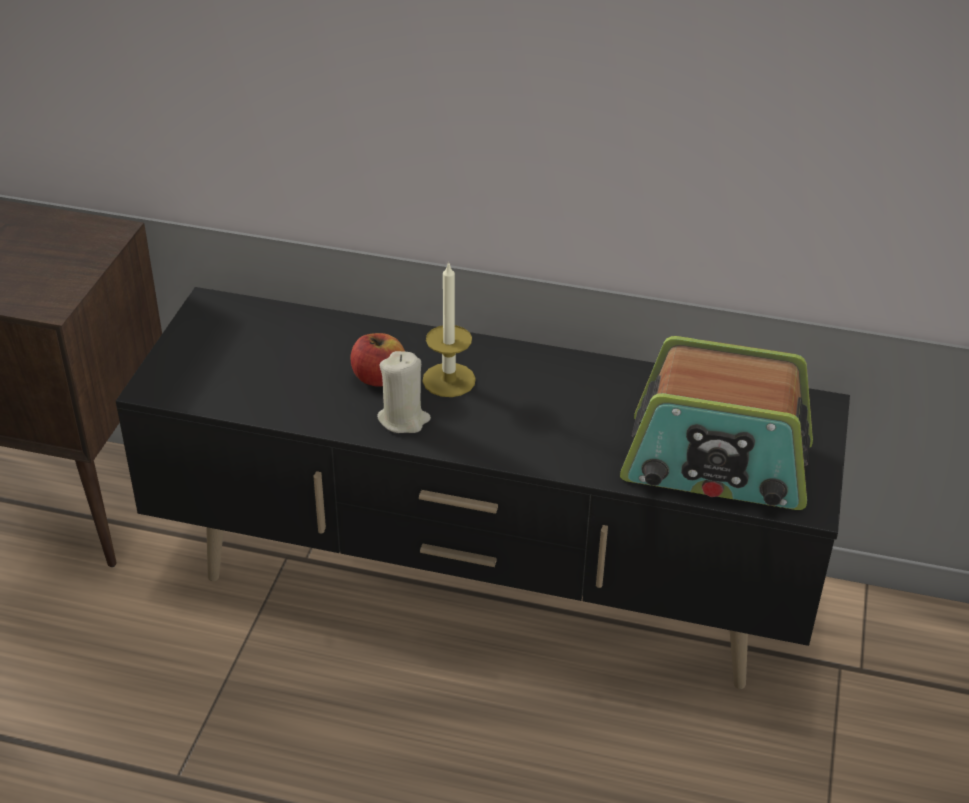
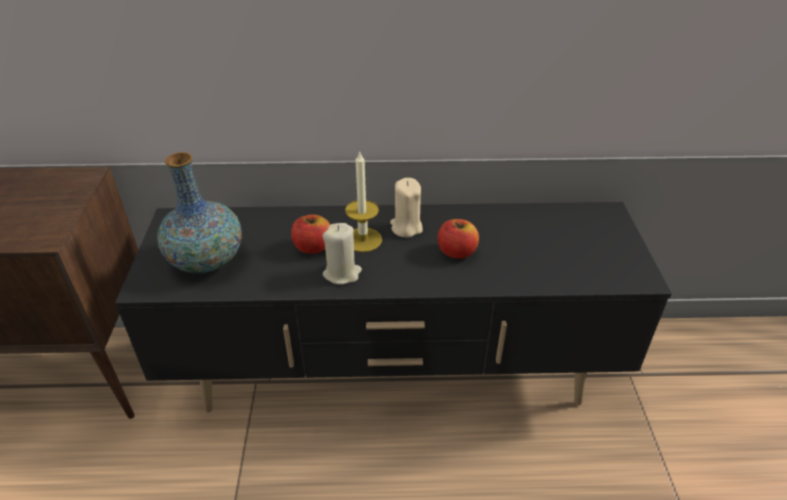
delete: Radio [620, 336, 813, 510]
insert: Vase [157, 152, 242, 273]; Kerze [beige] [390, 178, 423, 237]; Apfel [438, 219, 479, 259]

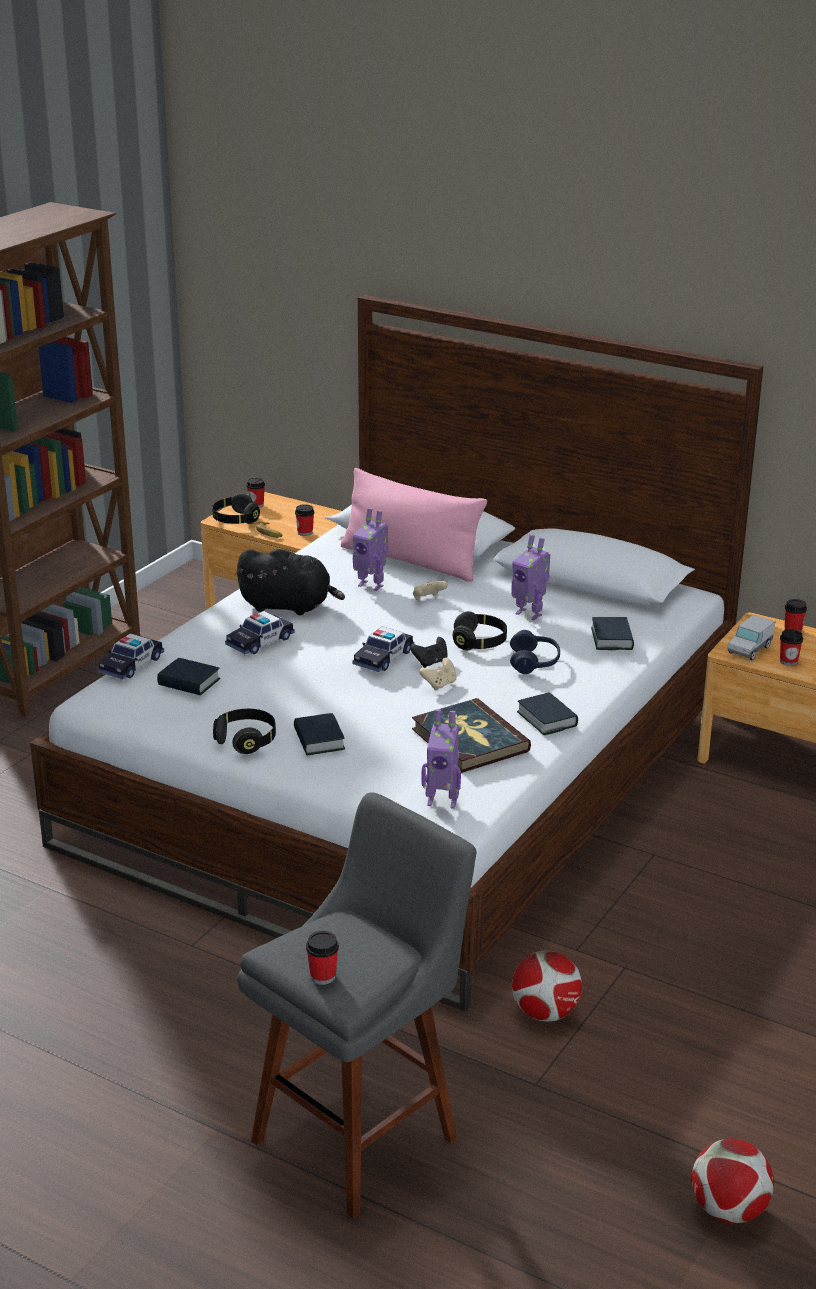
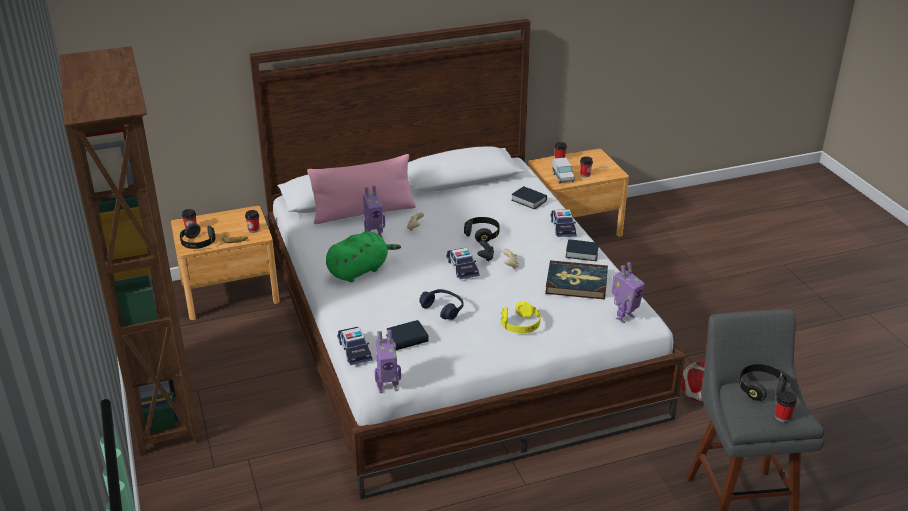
delete: Fußball [691, 1139, 774, 1223]
move: Spielzeugroboter [511, 534, 550, 620] to [375, 330, 401, 393]; Kopfhörer [blau] [510, 630, 560, 674] to [419, 289, 464, 320]; Spielzeugauto [225, 611, 295, 654] to [550, 209, 577, 237]; Kopfhörer [schwarz] [213, 709, 276, 754] to [739, 364, 787, 401]
replace: Buch [294, 713, 345, 755] to Kopfhörer [gelb] [501, 301, 541, 333]
recolor: Plüschtier [schwarz] [235, 549, 345, 615] to Plüschtier [grün] [326, 231, 401, 282]

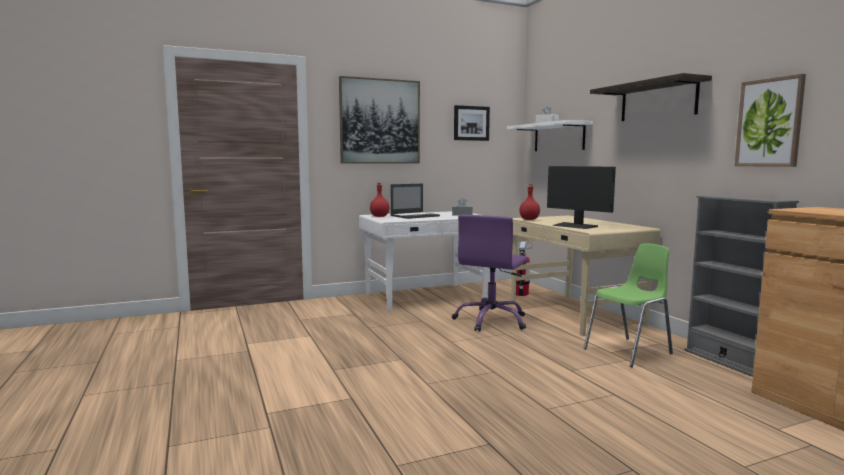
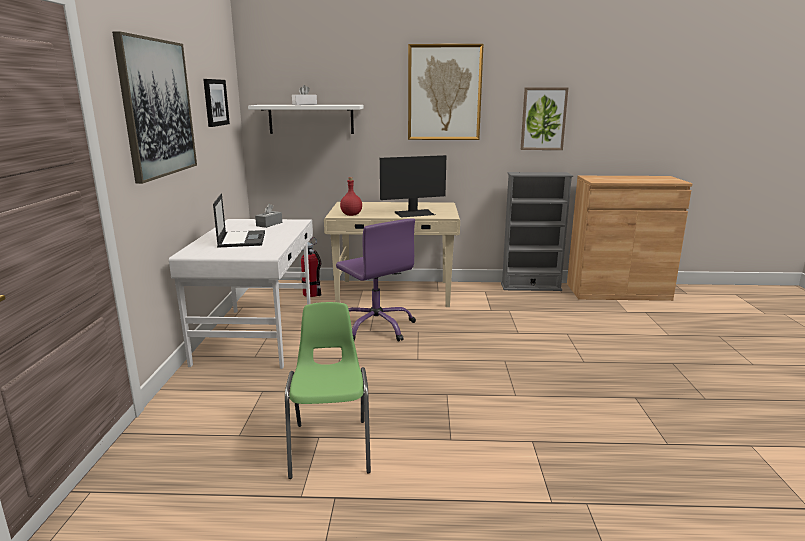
delete: Flasche [rot] [370, 183, 389, 217]
move: Stuhl [grün] [584, 243, 673, 367] to [285, 302, 371, 479]
replace: Wandregal [590, 73, 712, 121] to Bild [408, 44, 484, 140]

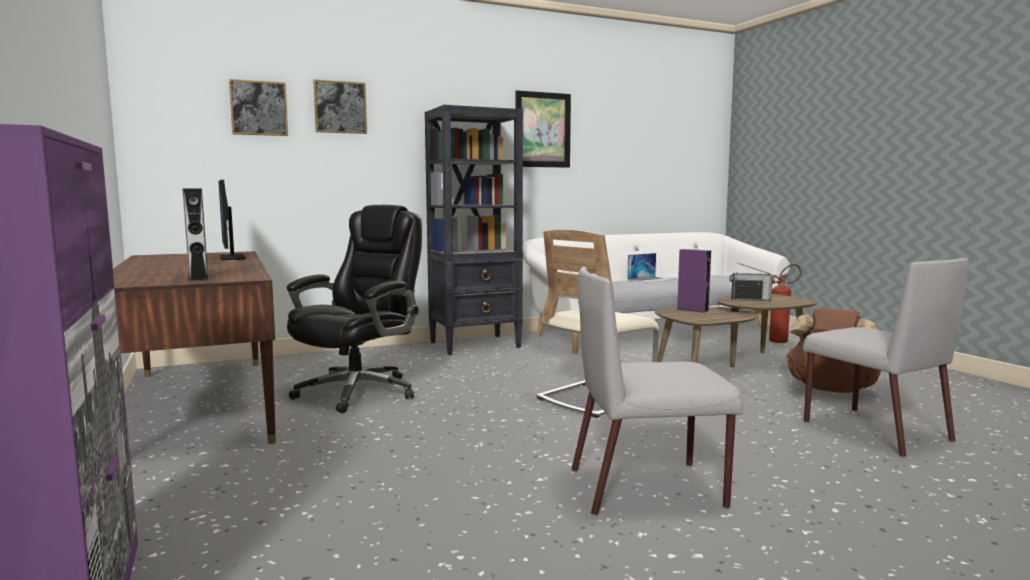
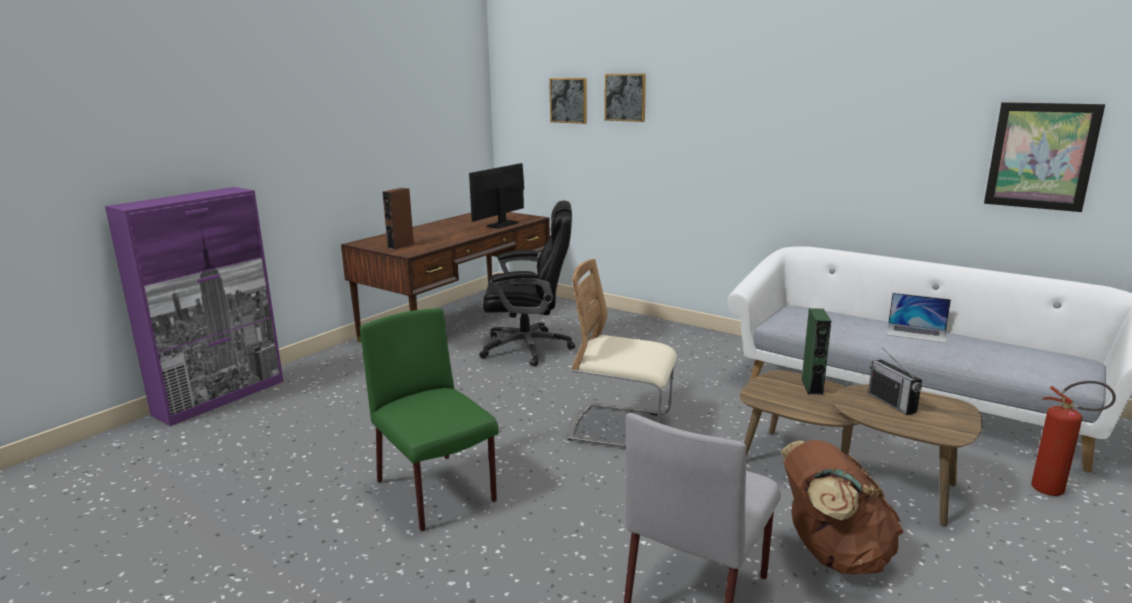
delete: Bücherregal [schwarz] [425, 105, 523, 355]
move: Bild [516, 90, 571, 168] to [984, 102, 1105, 212]
recolor: Stuhl [grau] [572, 267, 743, 515] to Stuhl [grün] [360, 308, 499, 531]; Lautsprecher [grau] [182, 189, 209, 281] to Lautsprecher [braun] [382, 188, 414, 249]; Lautsprecher [lila] [677, 249, 711, 313] to Lautsprecher [grün] [802, 308, 831, 395]

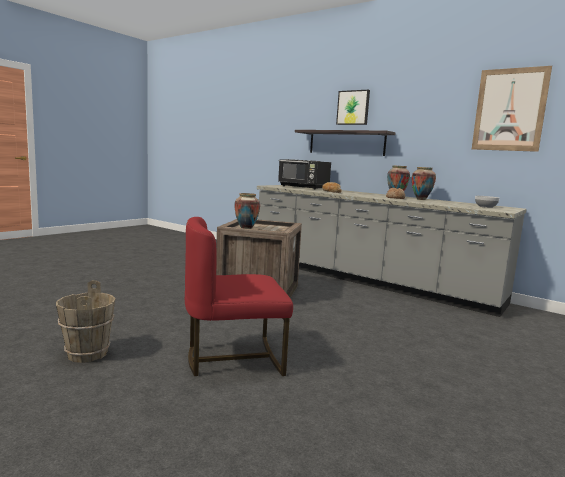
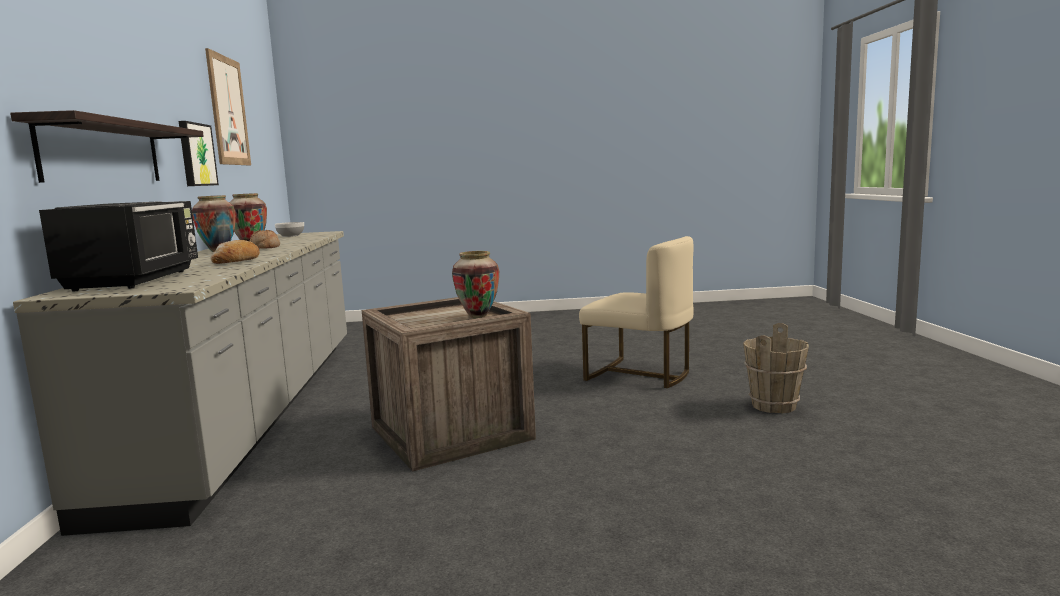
move: Bild [336, 90, 370, 125] to [179, 121, 219, 186]
recolor: Stuhl [rot] [185, 217, 293, 376] to Stuhl [beige] [579, 236, 694, 388]

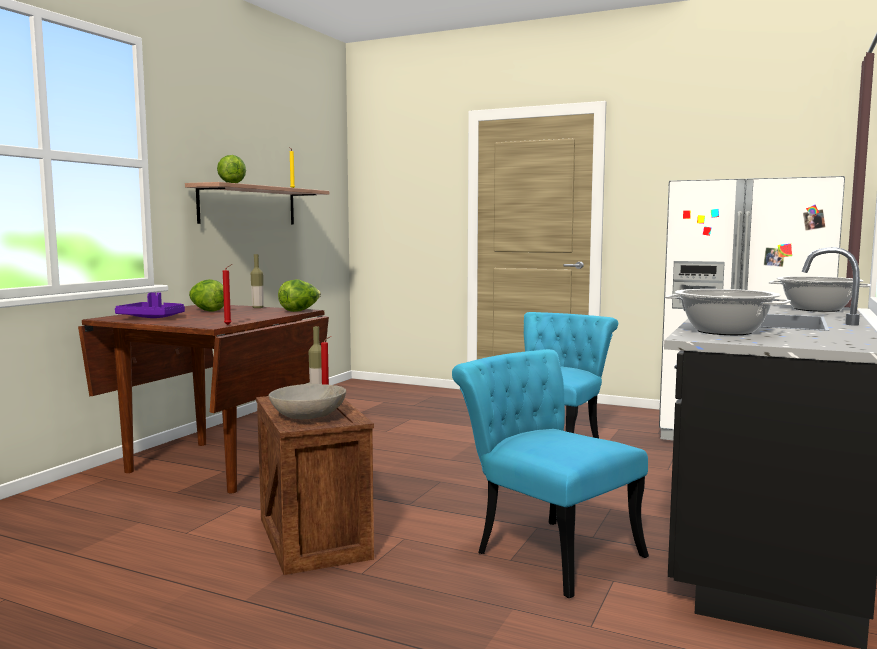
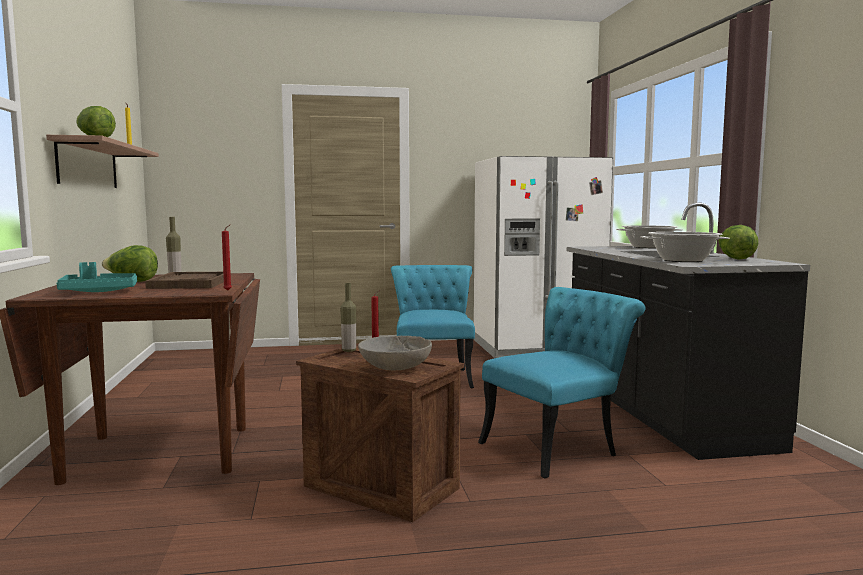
insert: Tablett [braun] [145, 272, 224, 289]
move: Salatkopf [278, 279, 321, 312] to [718, 225, 758, 259]
recolor: Tablett [lila] [115, 292, 185, 318] to Tablett [türkis] [56, 262, 137, 292]
rotate: Stuhl [türkis] [452, 349, 649, 598] = [478, 287, 645, 478] 135 degrees clockwise

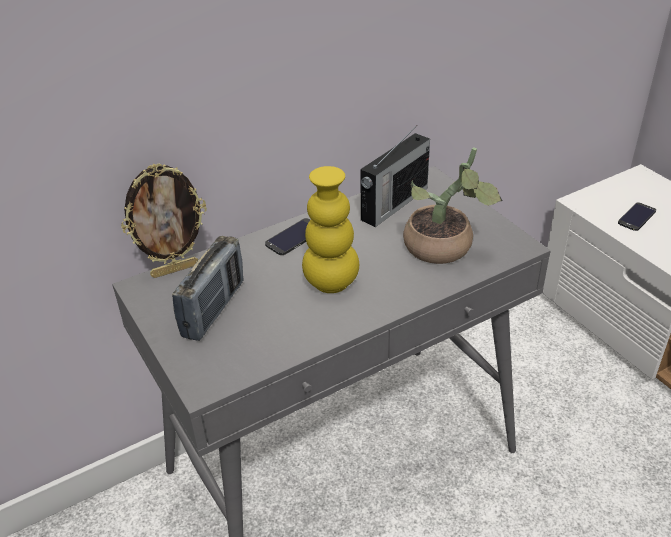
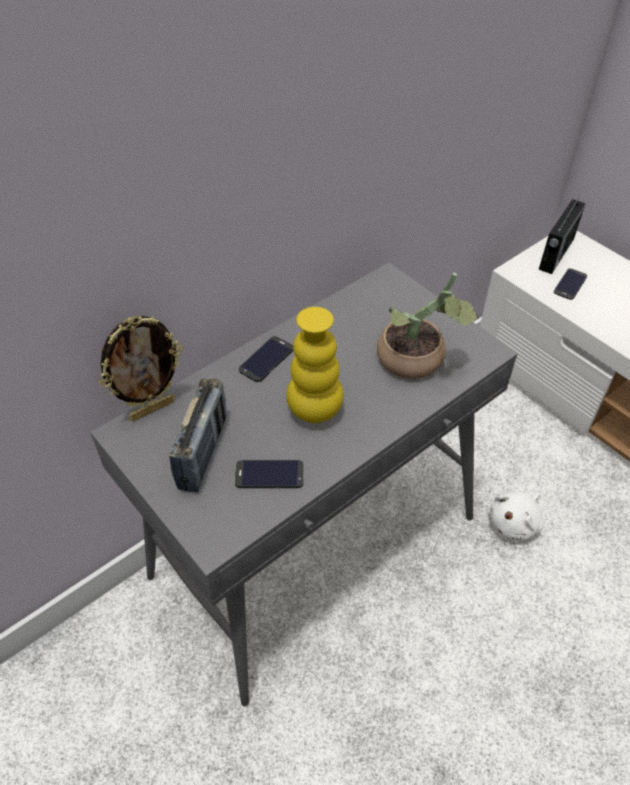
insert: Handy [234, 460, 304, 488]; Plüschtier [weiß] [489, 492, 544, 540]
move: Radio [360, 125, 430, 227] to [539, 195, 586, 274]

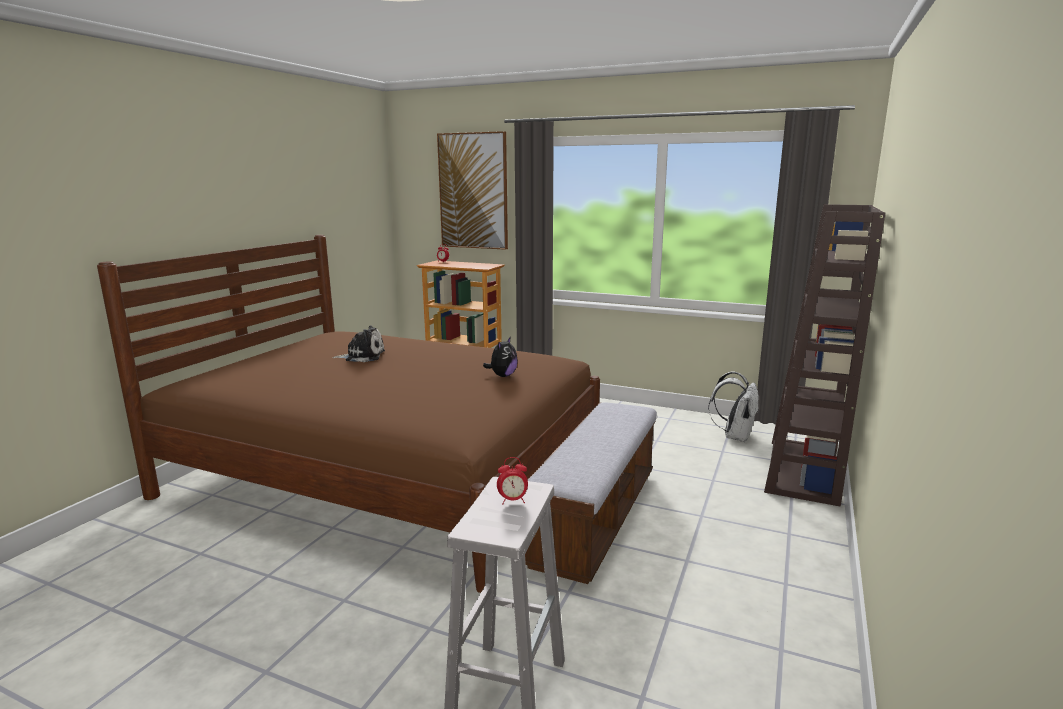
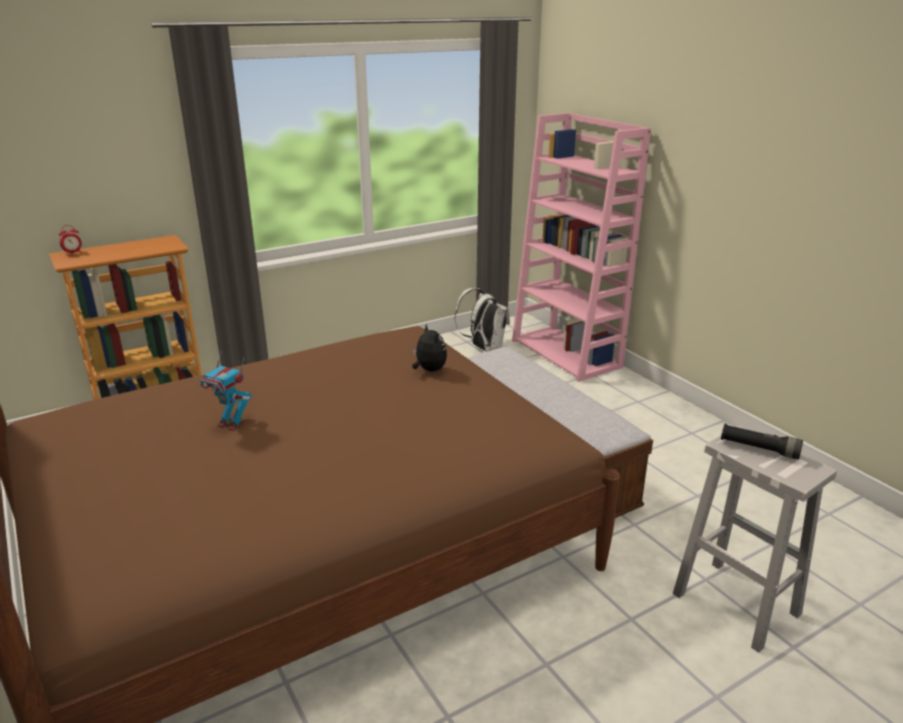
delete: Bild [437, 131, 508, 250]
replace: Plüschtier [333, 325, 385, 362] to Spielzeugroboter [201, 351, 251, 431]; Wecker [497, 457, 528, 504] to Taschenlampe [schwarz] [721, 424, 803, 459]
recolor: Bücherregal [braun] [764, 204, 885, 507] to Bücherregal [rosa] [512, 113, 651, 382]

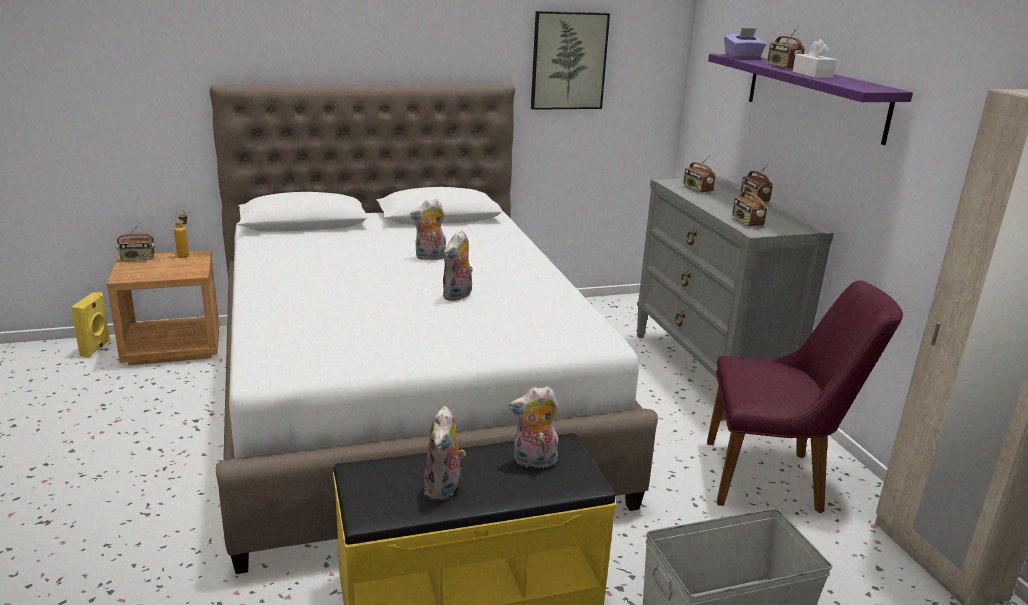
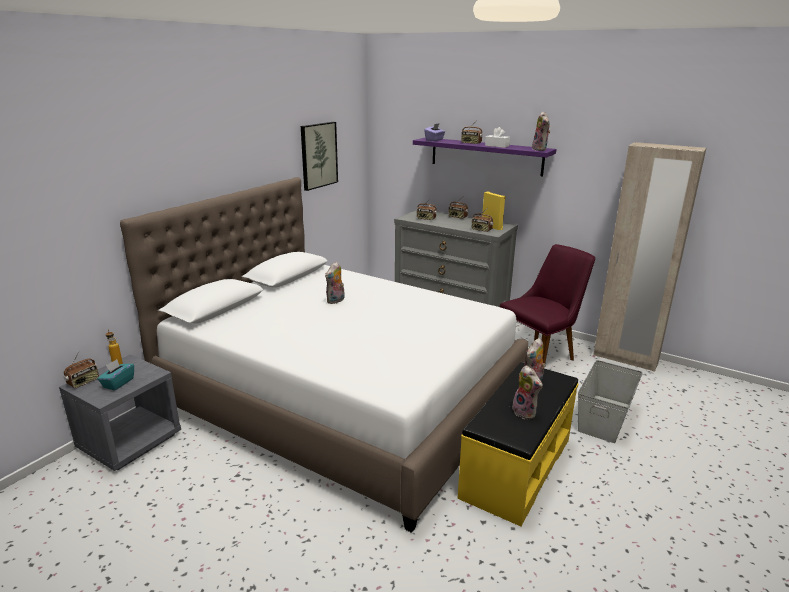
insert: Taschentuchbox [türkis] [97, 359, 134, 391]
move: Lautsprecher [gelb] [71, 292, 111, 358] to [482, 191, 506, 230]; Plüschtier [443, 230, 473, 301] to [532, 111, 550, 151]
recolor: Nachttisch [braun] [107, 250, 219, 365] to Nachttisch [grau] [59, 354, 181, 471]

